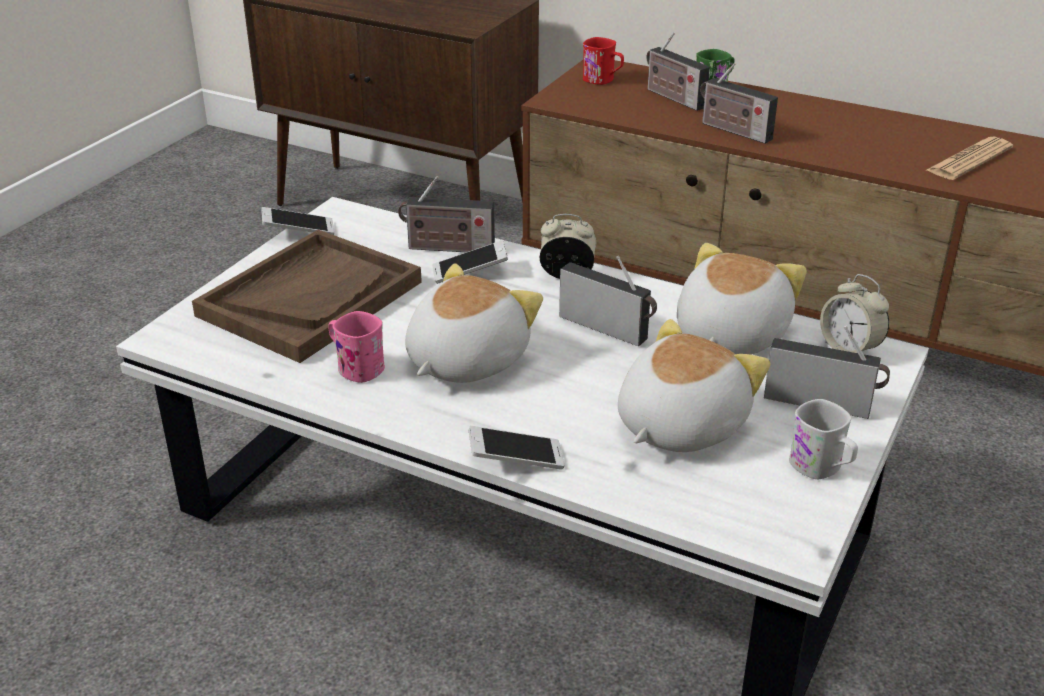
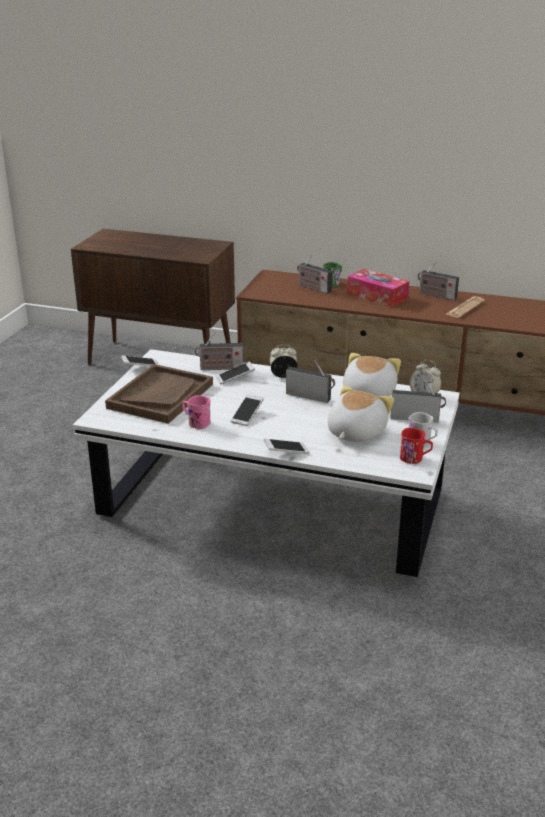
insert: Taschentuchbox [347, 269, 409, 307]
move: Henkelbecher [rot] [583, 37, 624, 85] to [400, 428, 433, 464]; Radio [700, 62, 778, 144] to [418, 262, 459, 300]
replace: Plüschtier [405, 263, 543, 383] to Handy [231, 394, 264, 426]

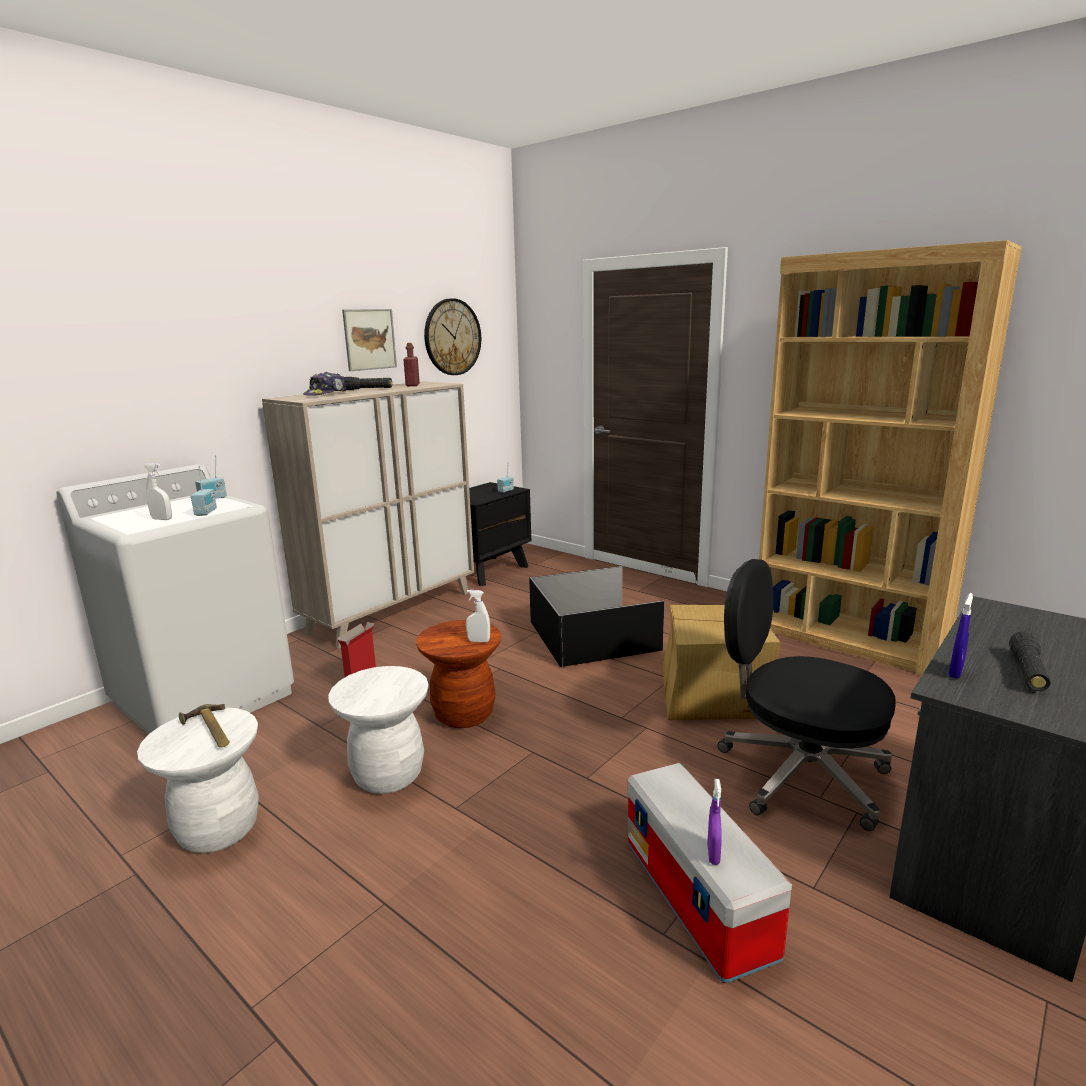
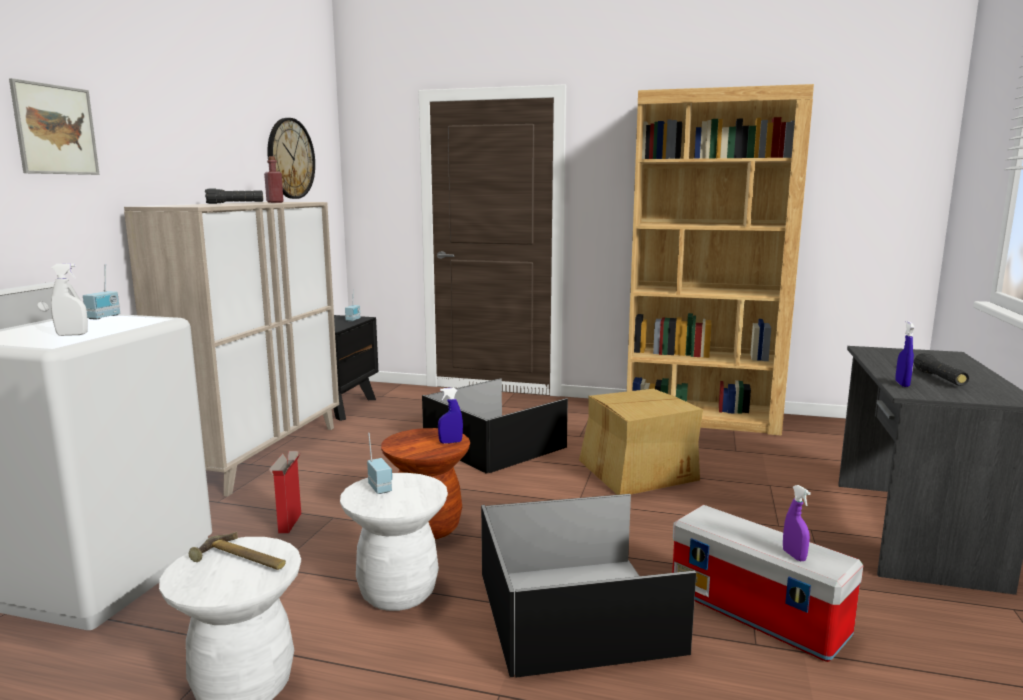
delete: Kappe [303, 372, 346, 396]; Bürostuhl [schwarz] [717, 559, 896, 831]
insert: Aufbewahrungsbox [schwarz] [481, 494, 696, 678]
move: Bild [342, 309, 397, 371] to [9, 78, 100, 175]; Radio [191, 466, 217, 516] to [367, 433, 392, 494]
recolor: Sprühflasche [weiß] [466, 590, 490, 642] to Sprühflasche [blau] [438, 388, 463, 444]

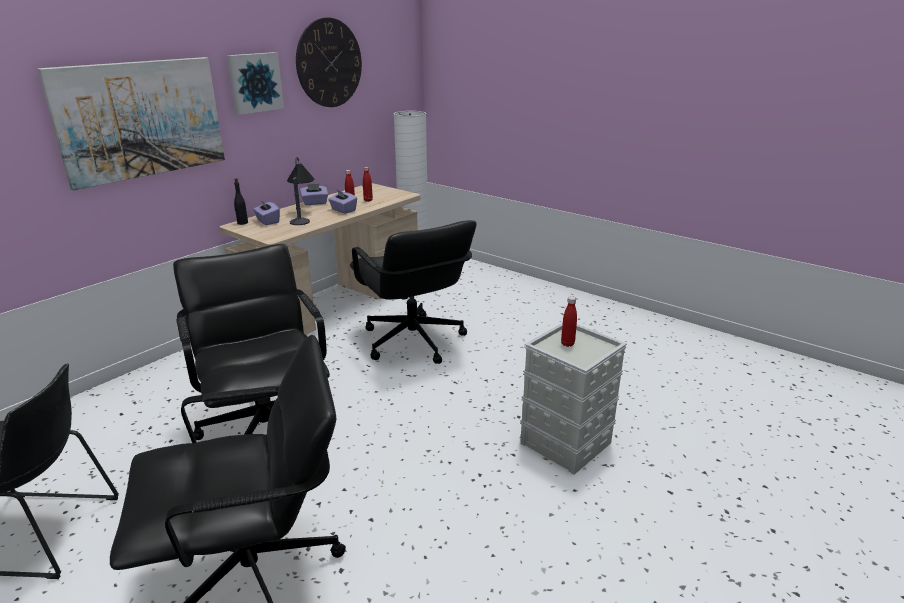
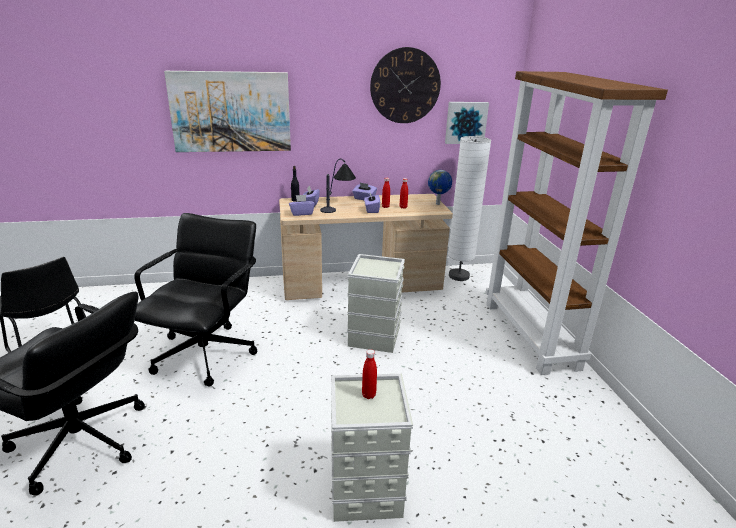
insert: Taschentuchbox [lila] [289, 195, 315, 216]; Globus [428, 170, 452, 205]; Bücherregal [braun] [486, 71, 668, 375]
move: Bild [227, 52, 284, 115] to [445, 102, 489, 144]
replace: Bürostuhl [schwarz] [350, 220, 477, 364] to Aufbewahrungsbox [grau] [347, 254, 405, 353]

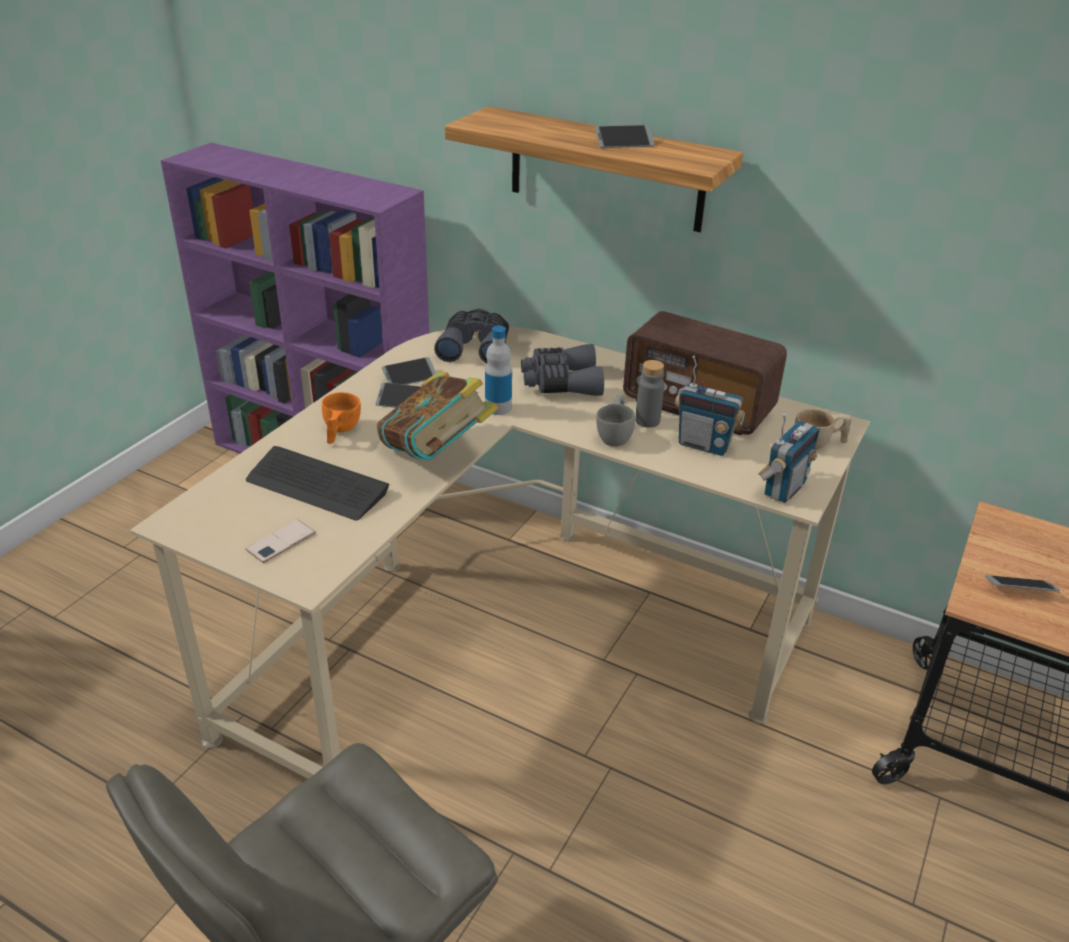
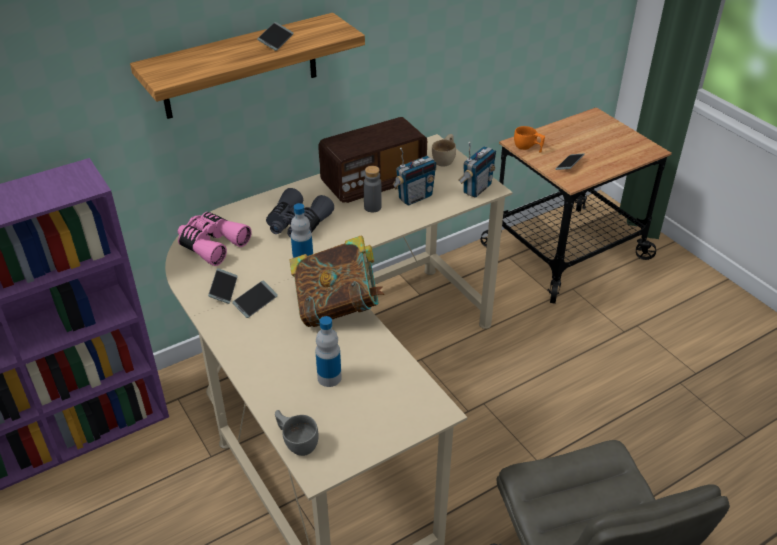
delete: Handy [246, 520, 316, 563]
move: Tasse [grau] [596, 395, 635, 447] to [275, 410, 318, 456]; Tasse [orange] [322, 392, 361, 444] to [514, 126, 545, 152]
replace: Tastatur [246, 446, 390, 520] to Flasche [315, 316, 342, 387]
recolor: Fernglas [grau] [434, 309, 509, 364] to Fernglas [rosa] [178, 212, 252, 266]
rotate: Radio [758, 413, 820, 503] = [458, 142, 496, 198] 60 degrees clockwise

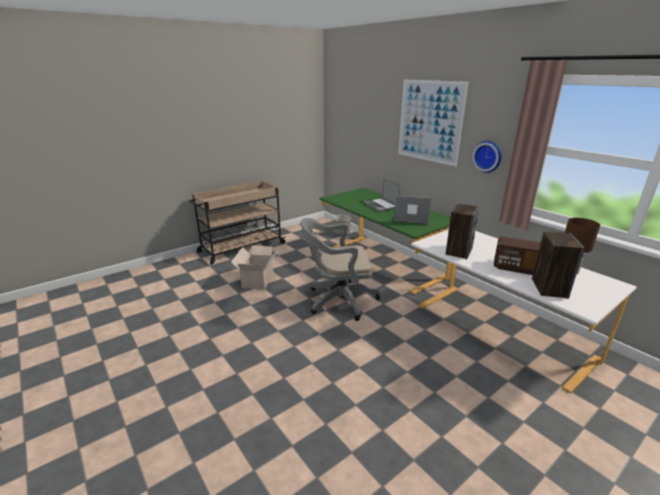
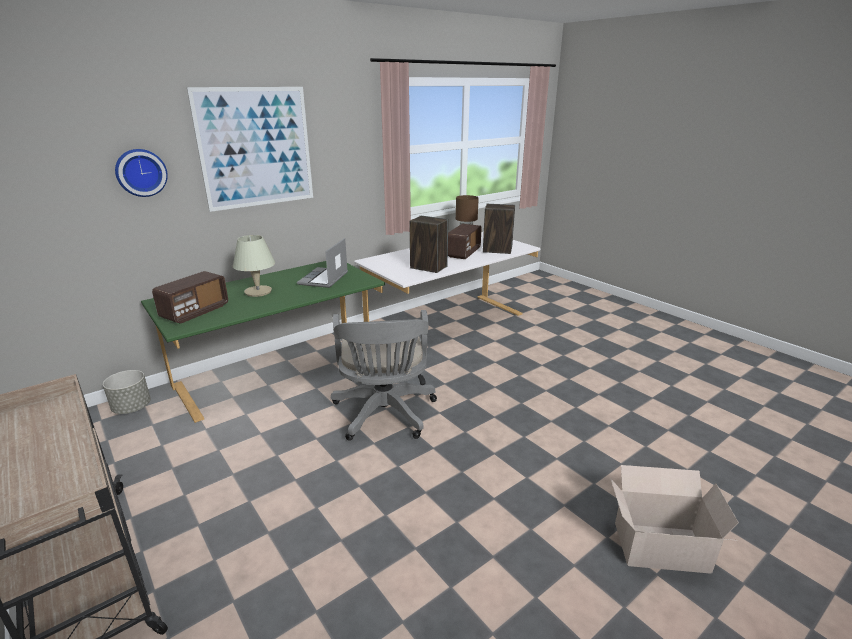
insert: Radio [152, 271, 228, 324]
move: Wanduhr [472, 141, 501, 173] to [115, 149, 168, 197]; Karton [231, 246, 279, 290] to [610, 465, 739, 574]
replace: Laptop [364, 177, 401, 212] to Tischlampe [beige] [233, 235, 275, 297]

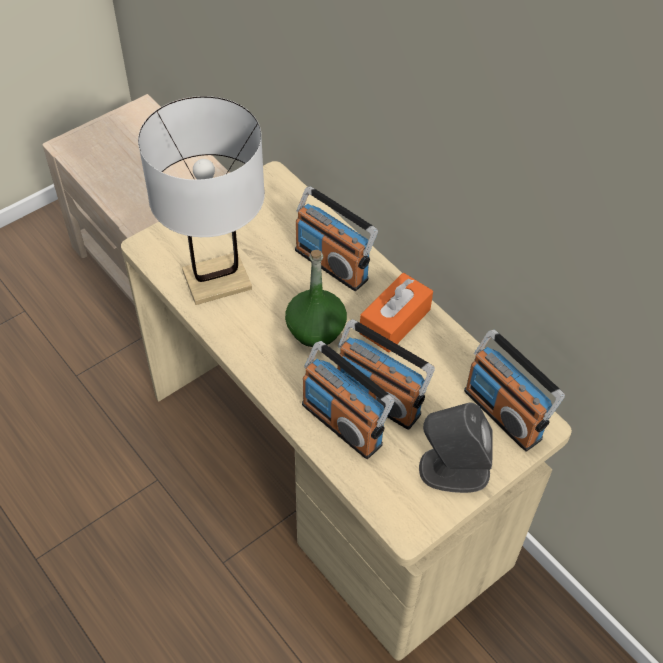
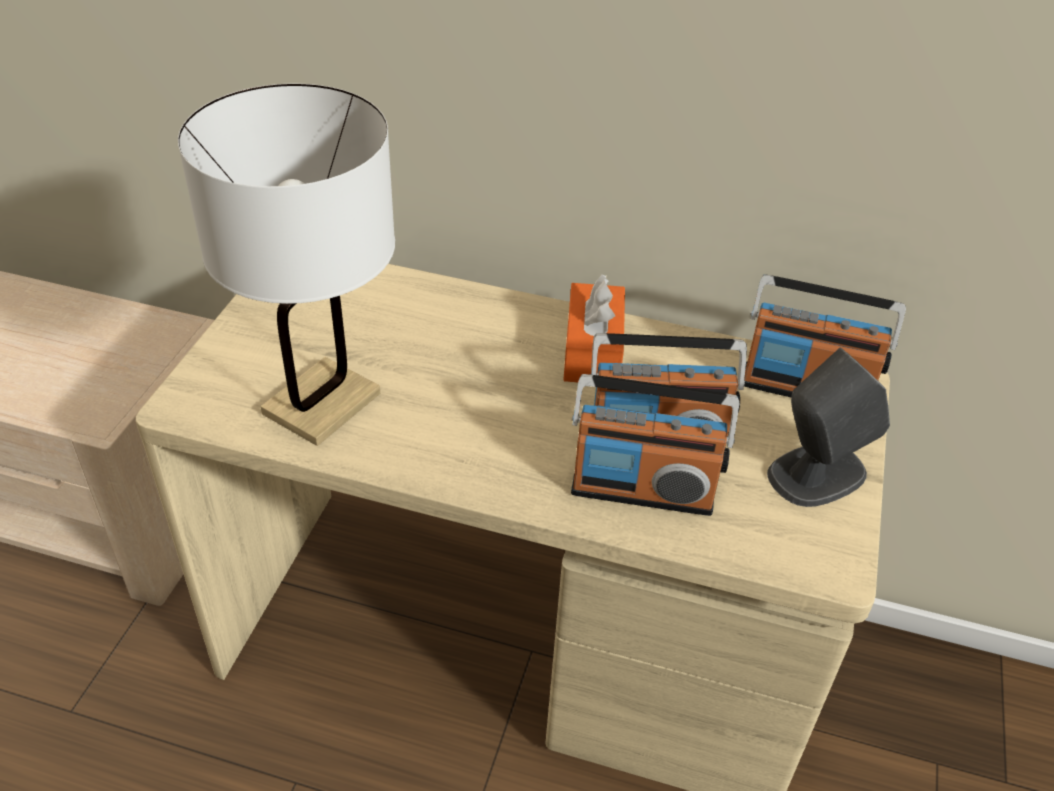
delete: Flasche [grün] [285, 250, 347, 347]; Radio [295, 187, 378, 291]

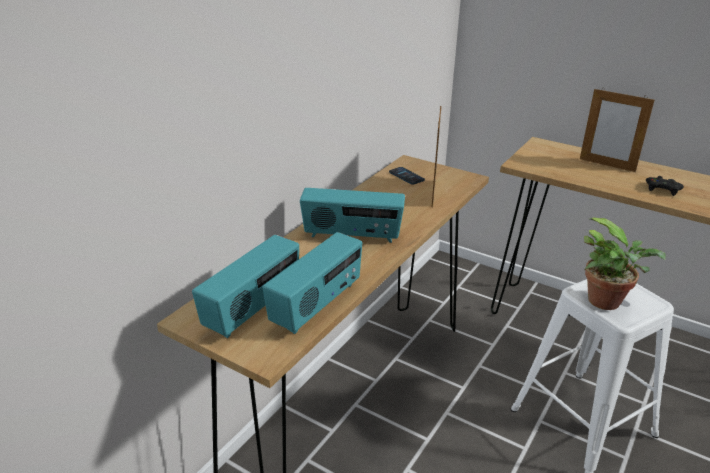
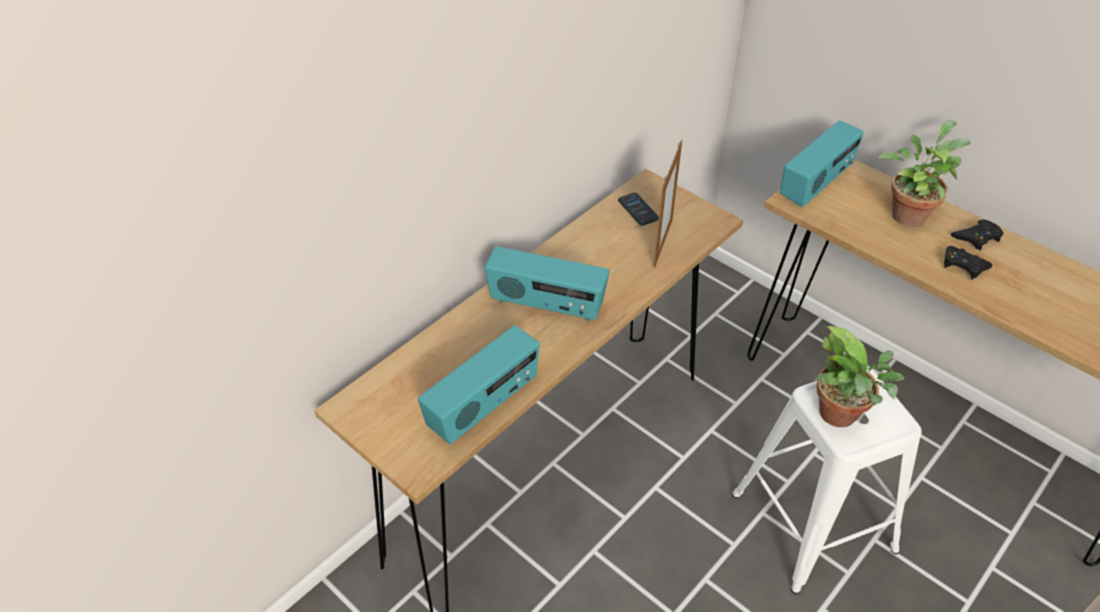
insert: Gamepad [schwarz] [951, 220, 1003, 250]
move: Radio [192, 235, 299, 338] to [780, 120, 863, 207]
replace: Bilderrahmen [580, 88, 654, 172] to Topfpflanze [878, 120, 970, 227]

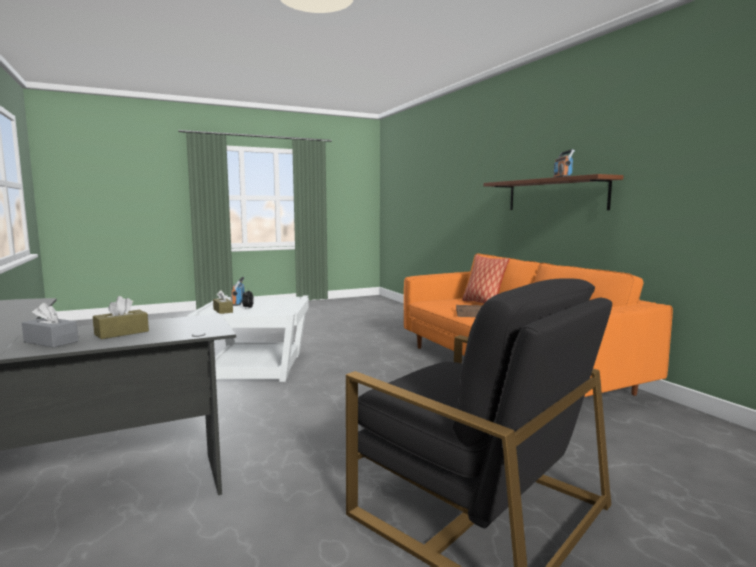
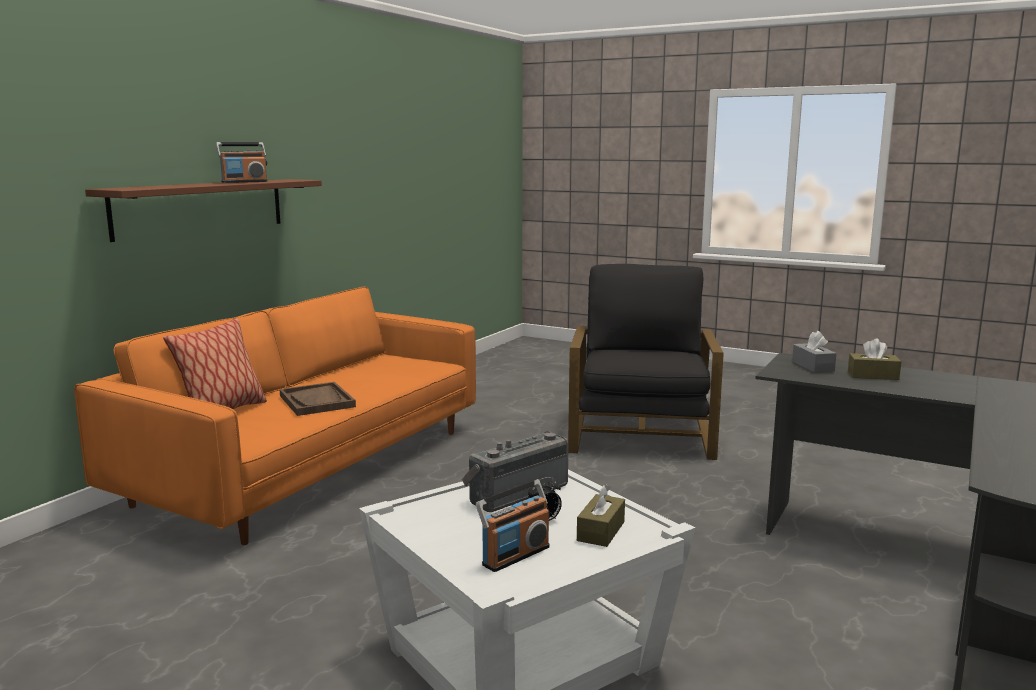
insert: Radio [462, 431, 569, 512]
move: Taschentuchbox [grau] [22, 302, 78, 348] to [792, 331, 836, 373]

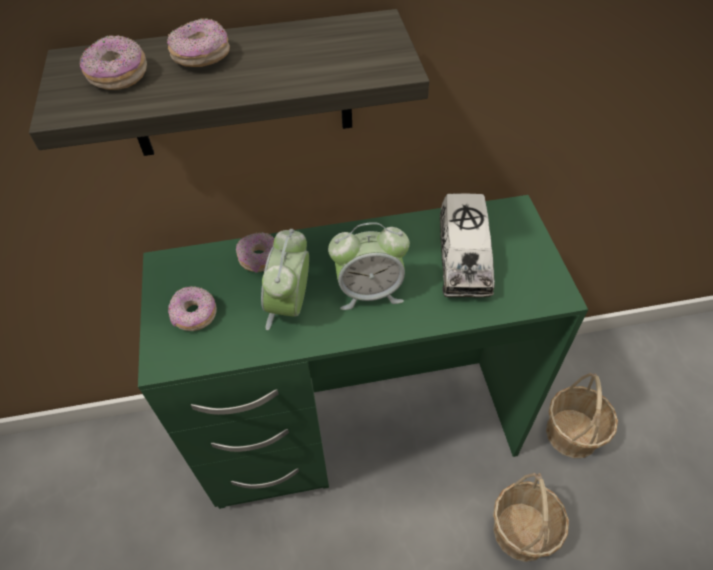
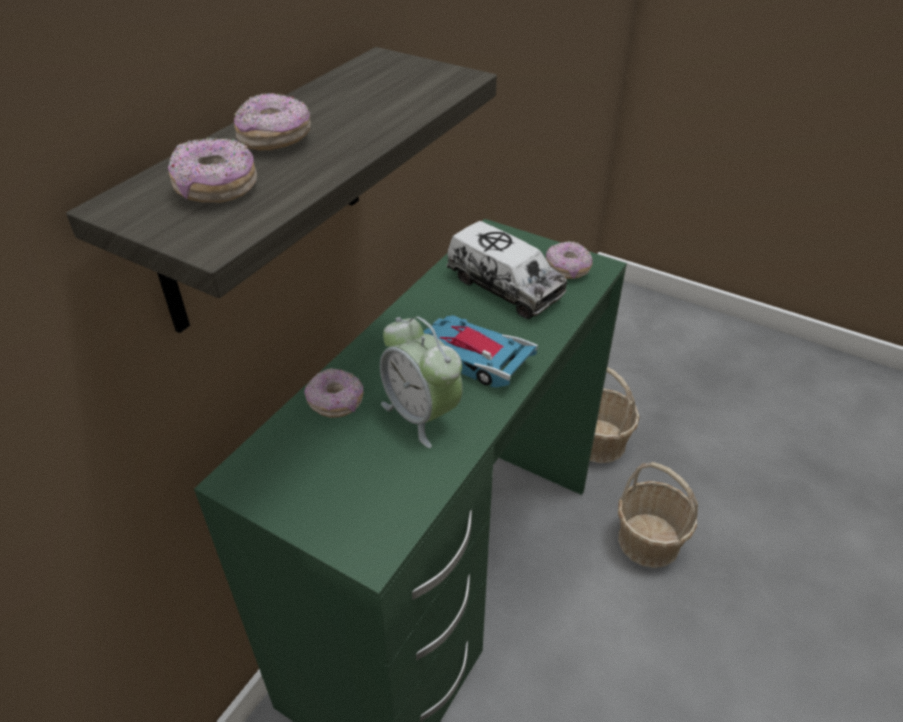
move: Donut [168, 286, 217, 331] to [546, 241, 593, 279]
replace: Wecker [328, 222, 410, 310] to Spielzeugauto [423, 315, 538, 388]

